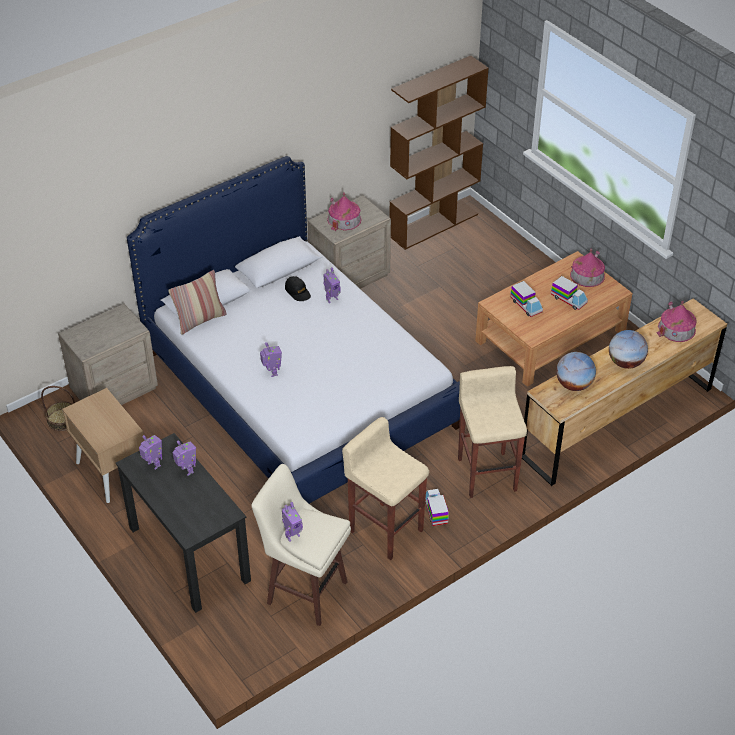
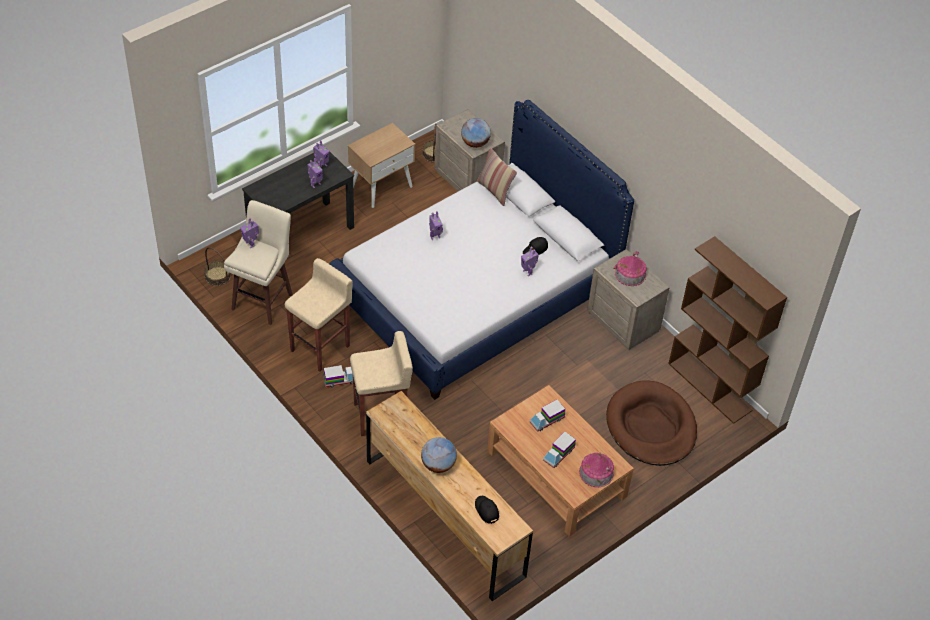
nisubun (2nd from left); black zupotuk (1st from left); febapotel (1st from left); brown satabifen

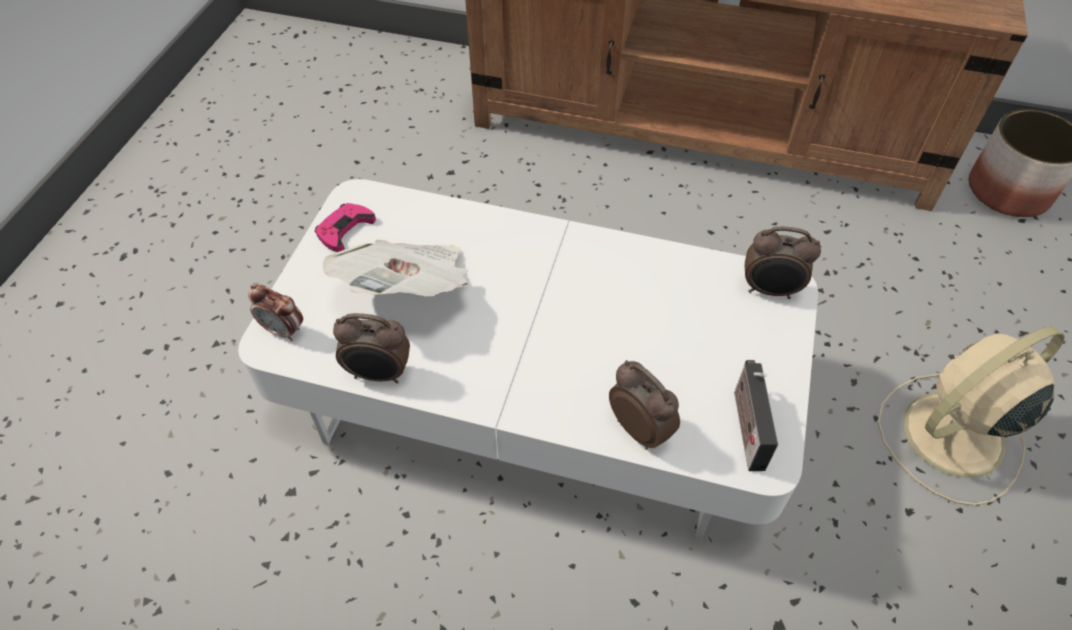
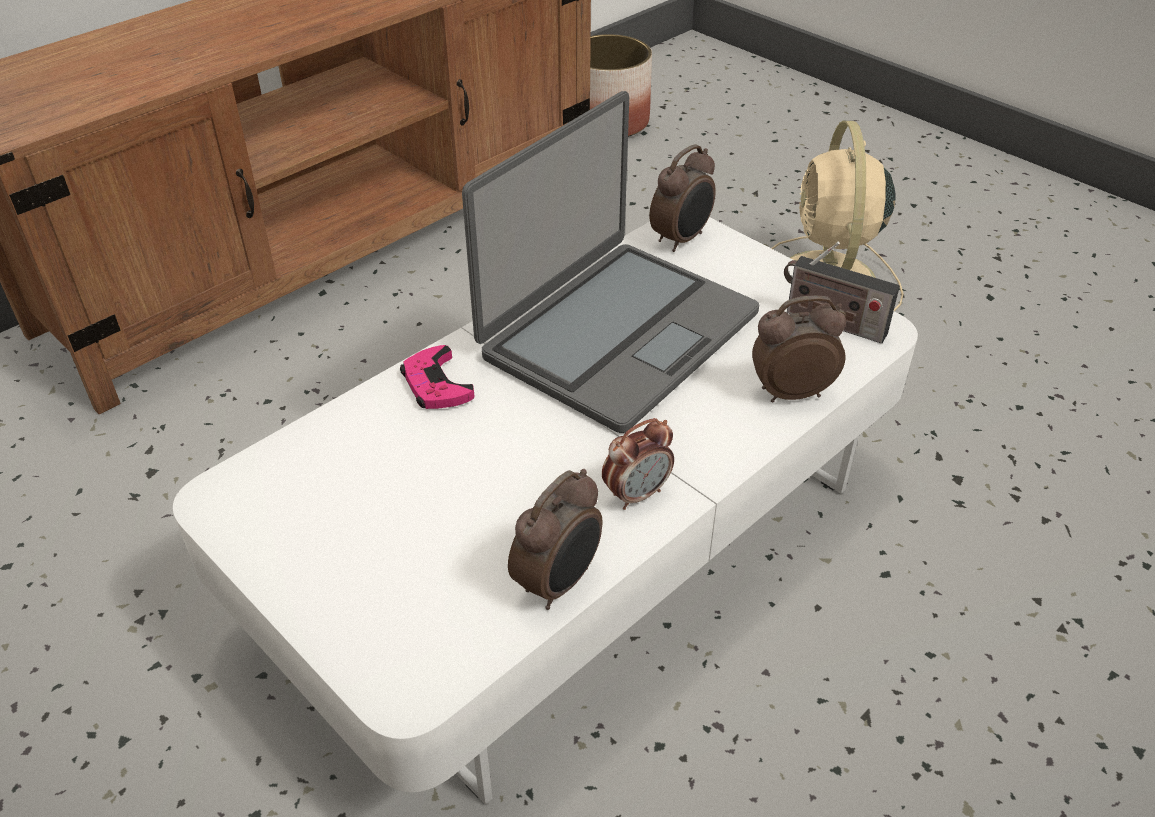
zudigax (2nd from left); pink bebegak; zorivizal; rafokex

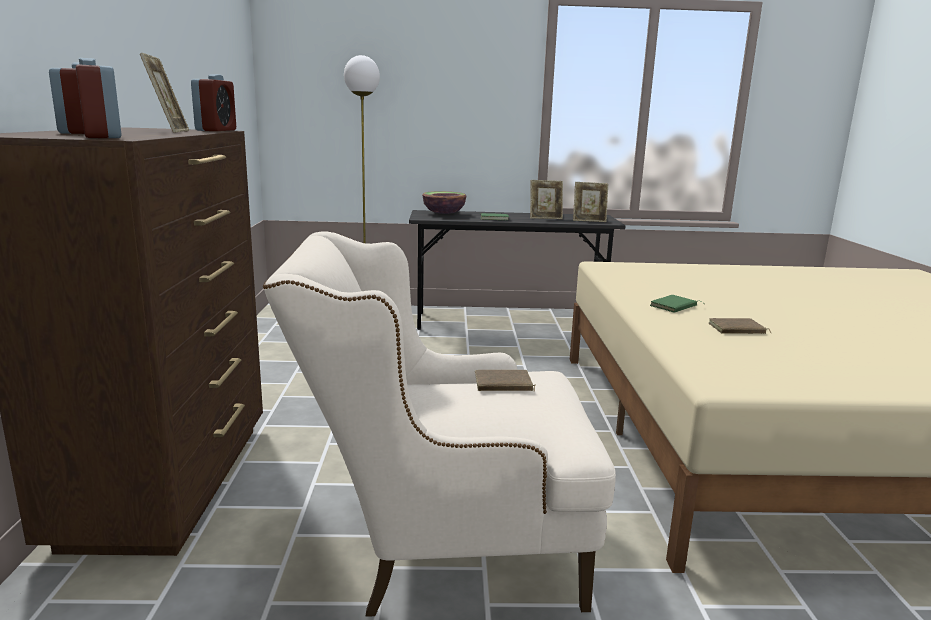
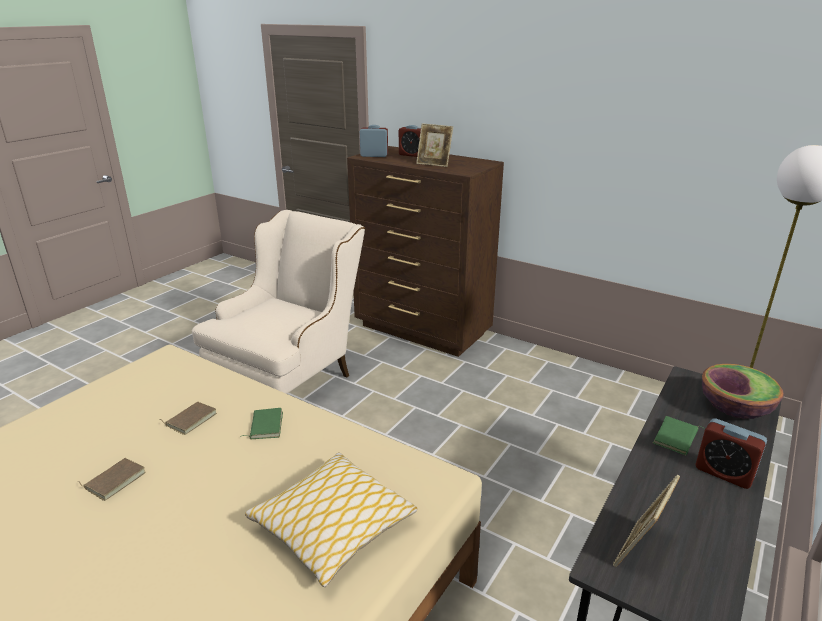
zudigax (3rd from left); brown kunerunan (1st from left); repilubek (2nd from left in the first image); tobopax

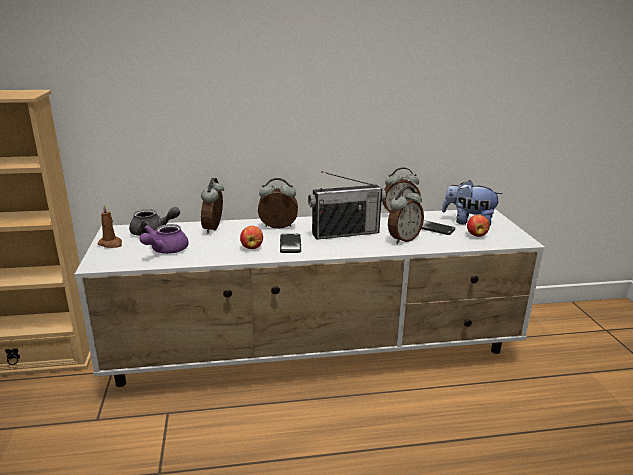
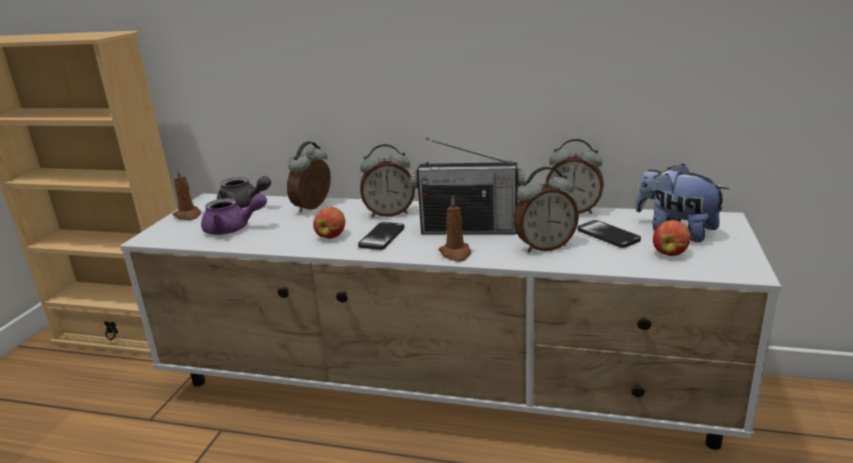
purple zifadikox; zudigax (2nd from left); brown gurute (2nd from left)

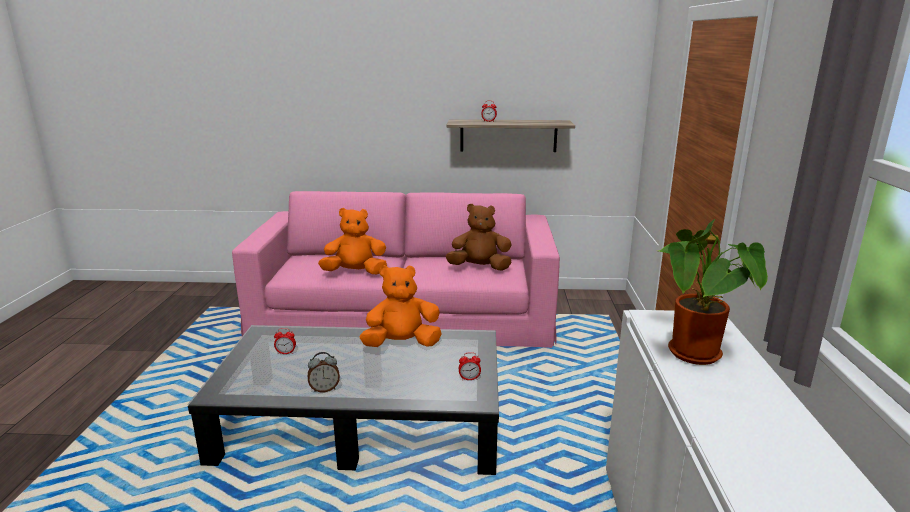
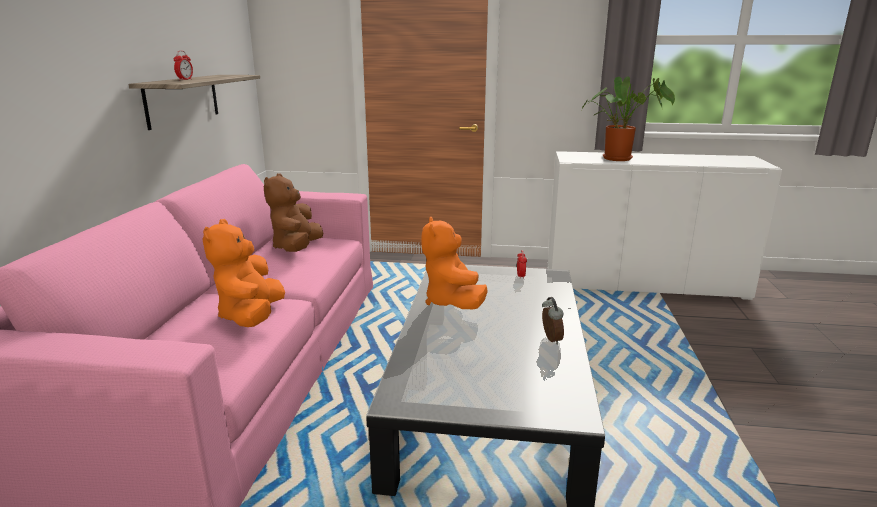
zudigax (1st from left in the first image)

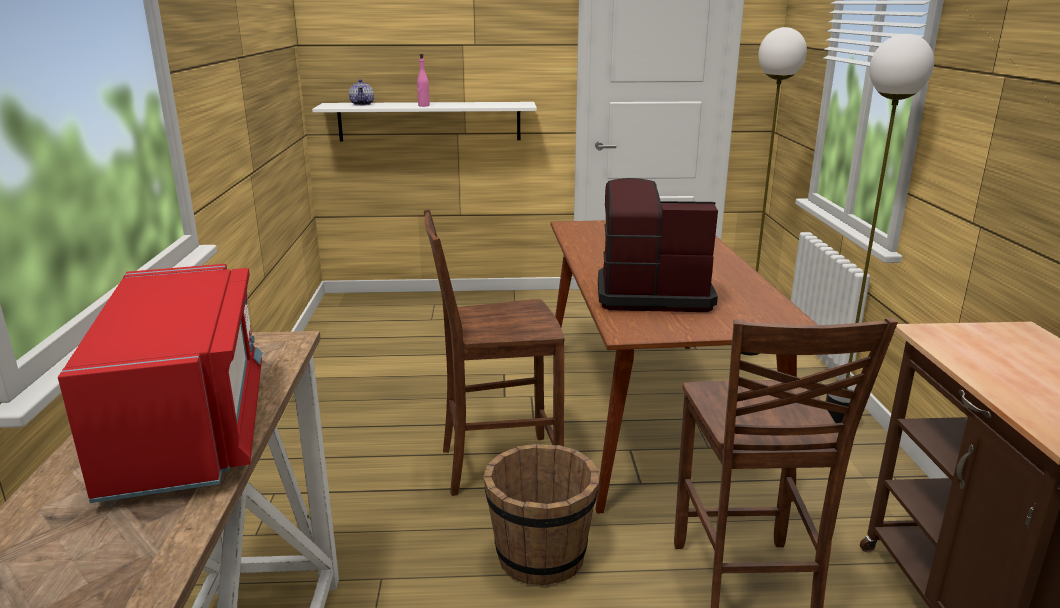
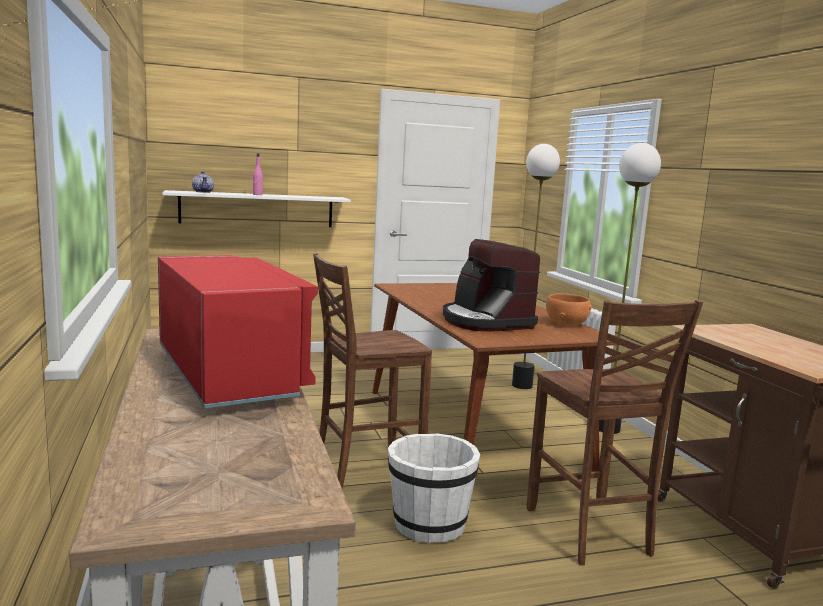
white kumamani; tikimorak; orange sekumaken

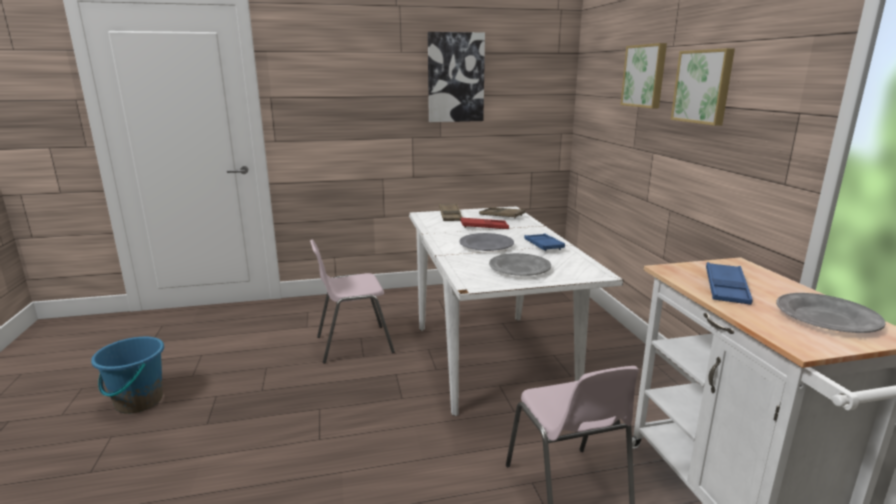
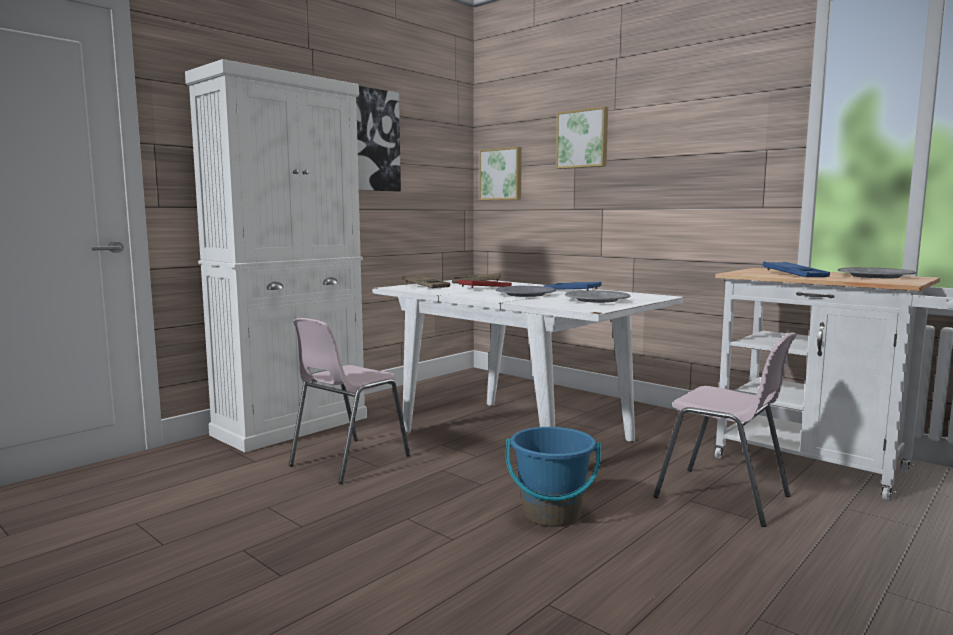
blue kumamani; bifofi (2nd from left); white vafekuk

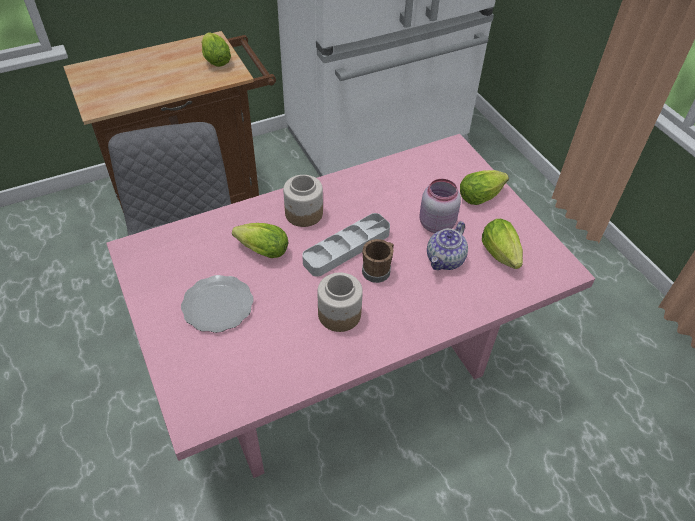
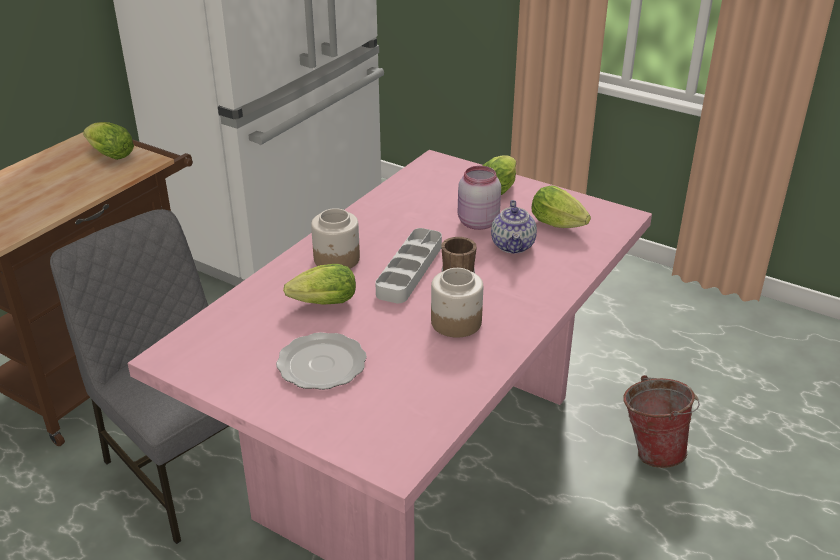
kumamani

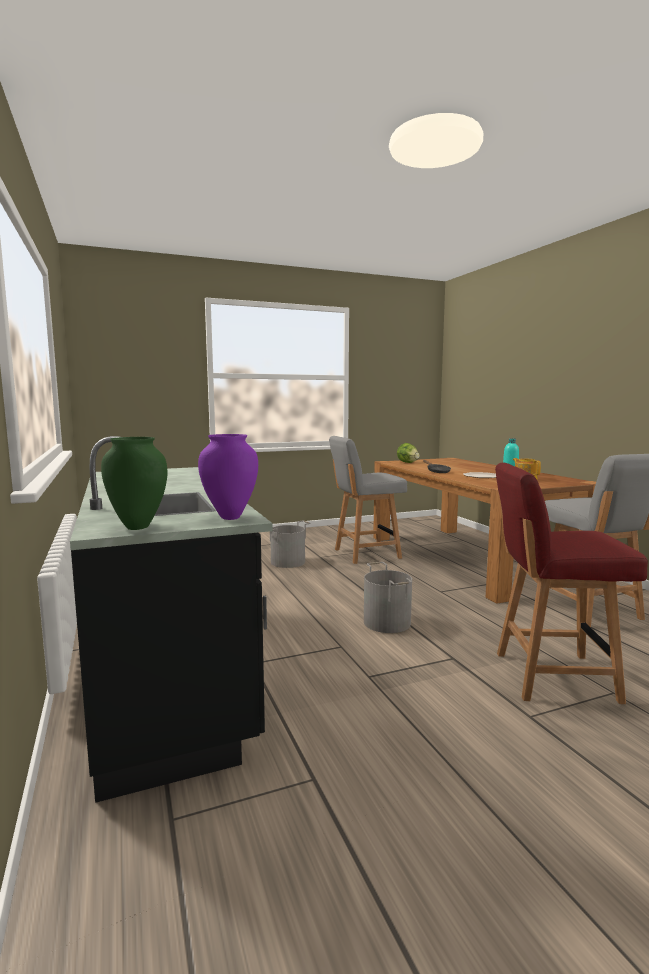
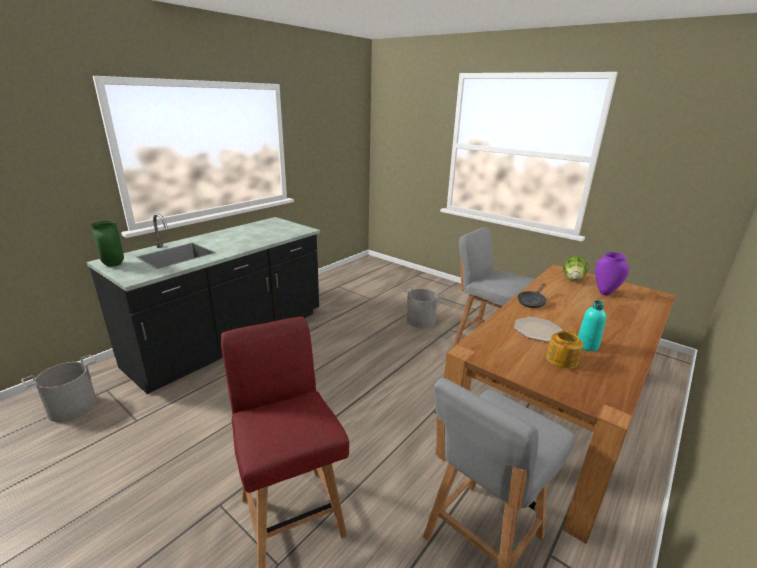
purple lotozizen; grey kumamani (1st from left)

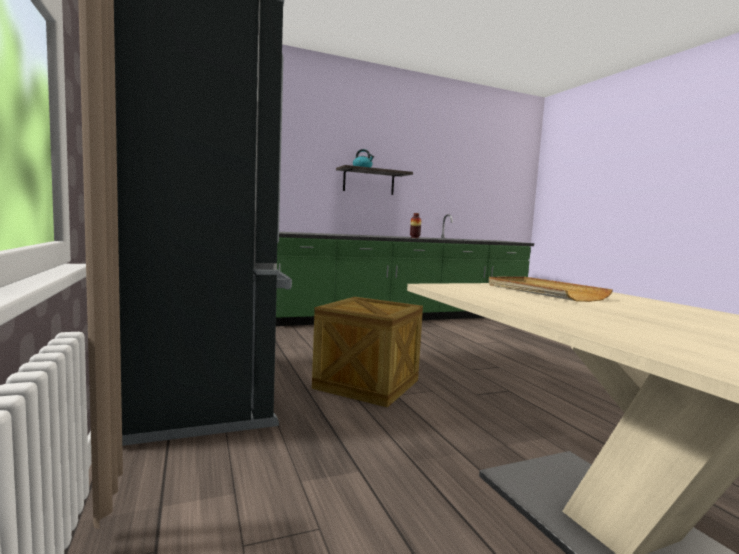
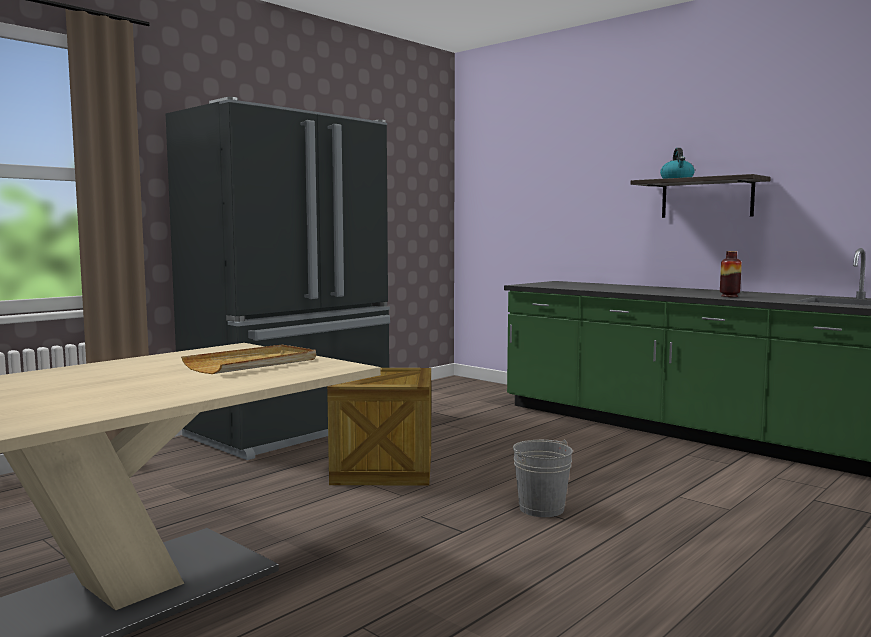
grey kumamani

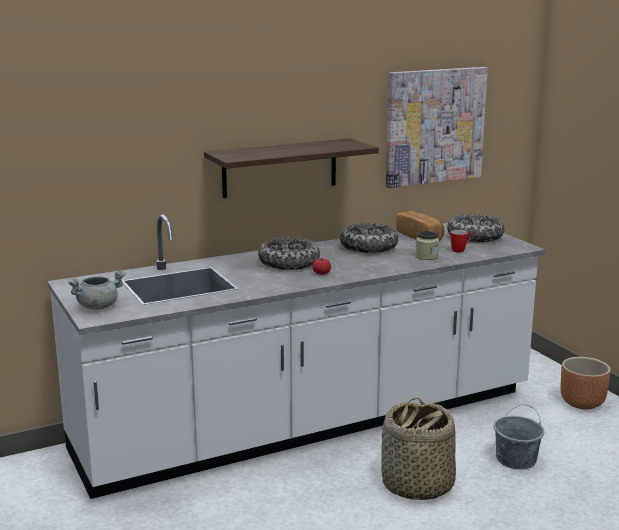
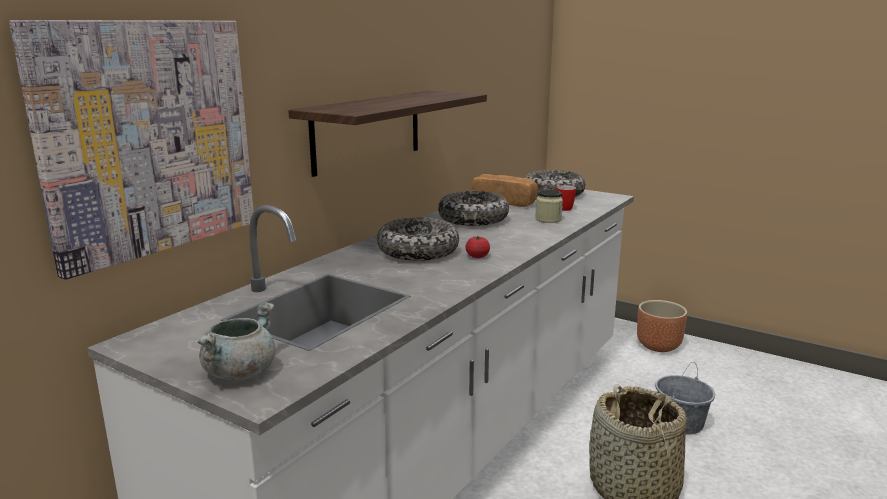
bifofi

